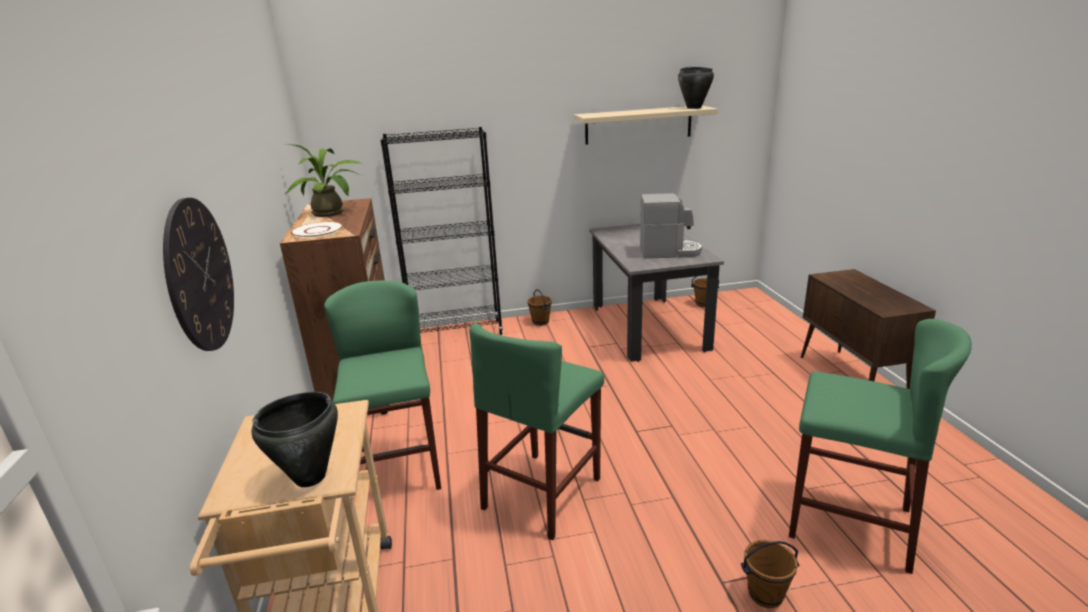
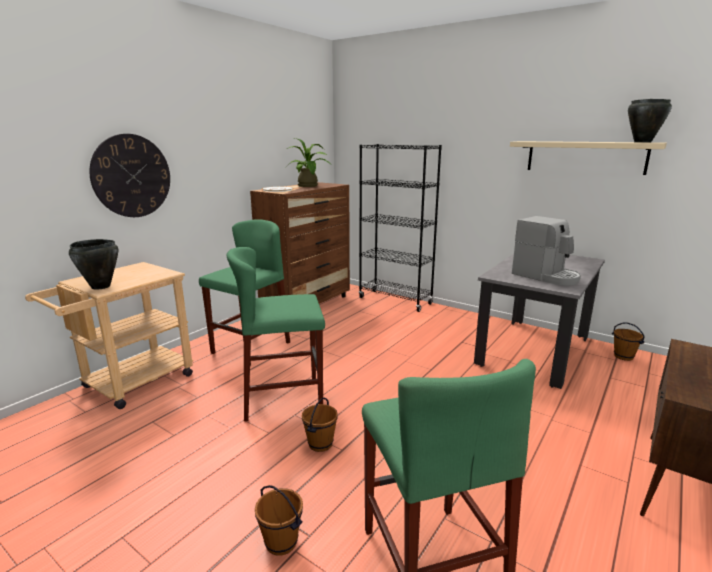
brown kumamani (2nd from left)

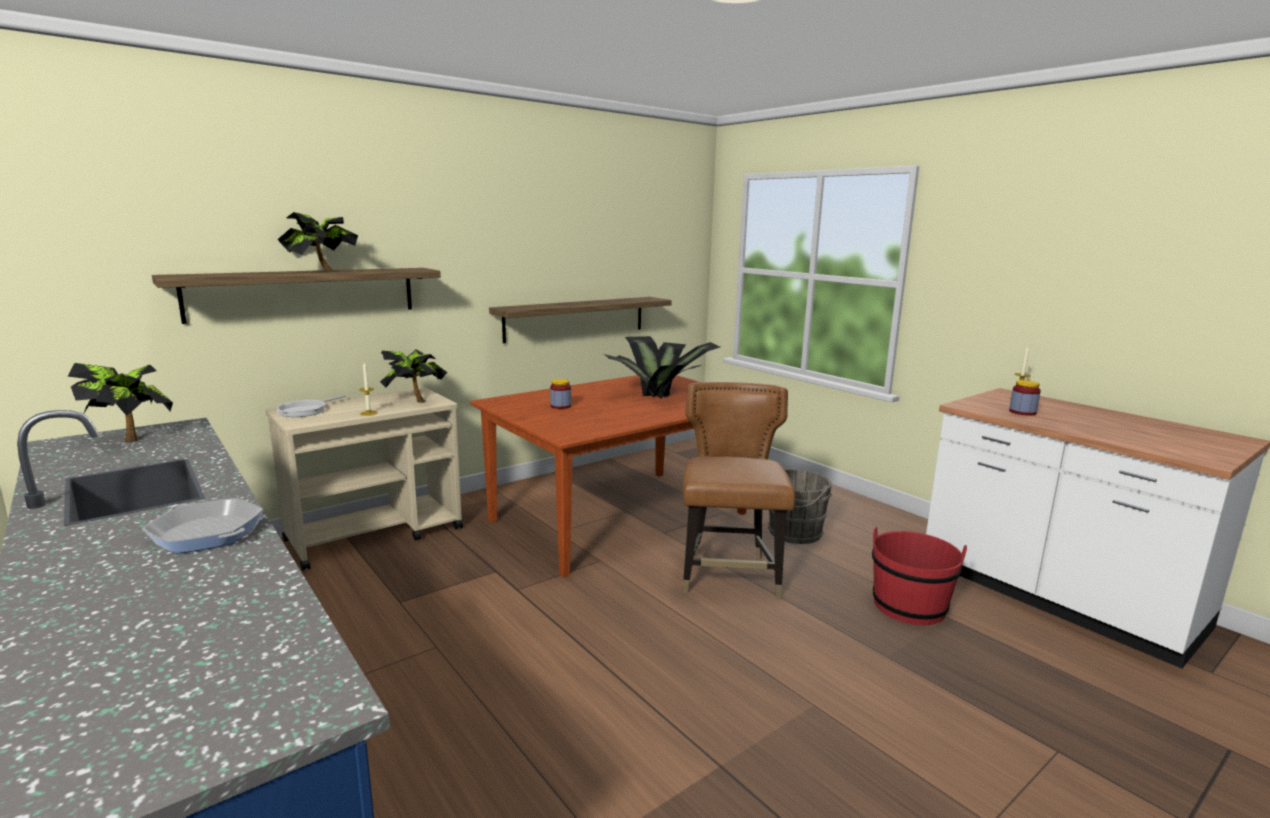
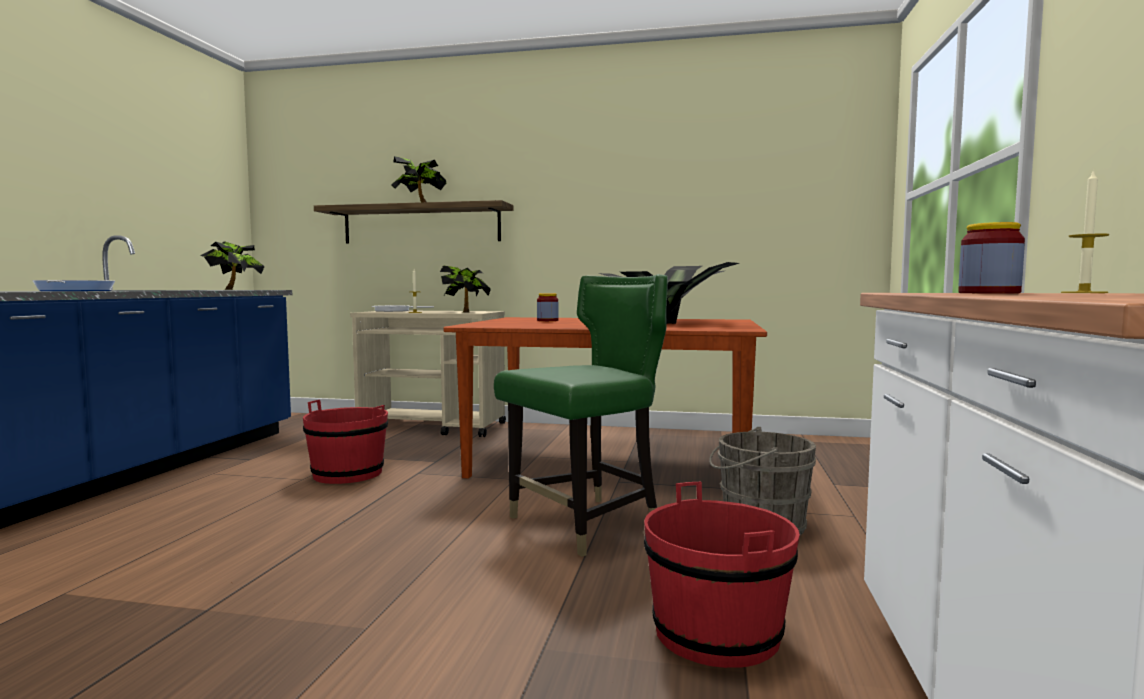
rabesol (2nd from left in the first image); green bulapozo; red kumamani (1st from left)

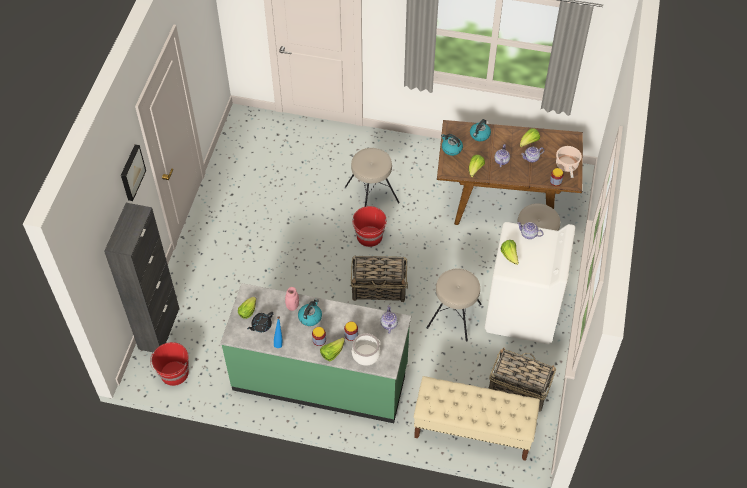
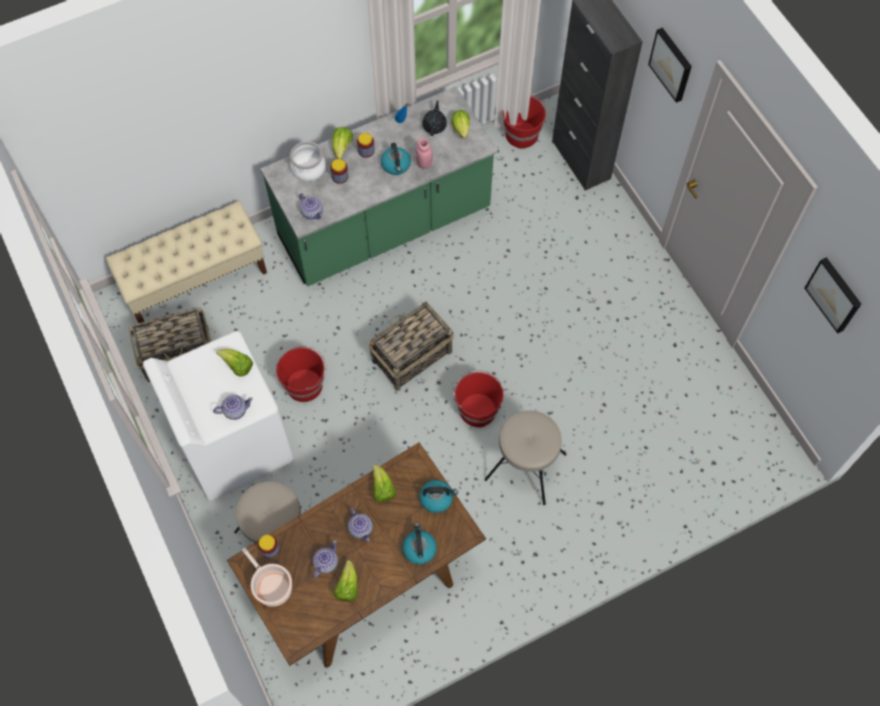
red kumamani (1st from left); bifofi (2nd from left)

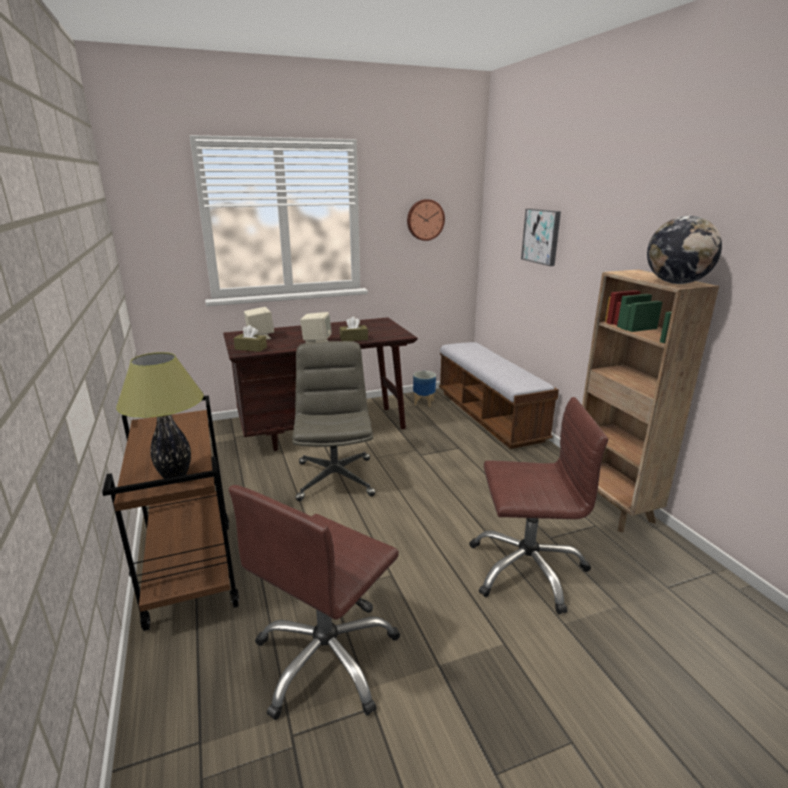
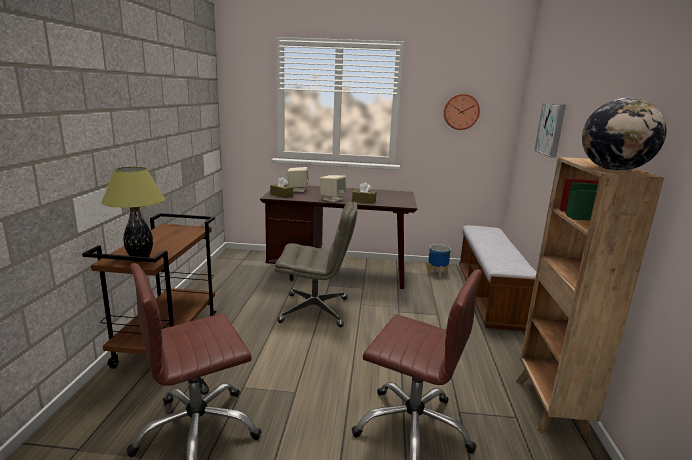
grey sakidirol

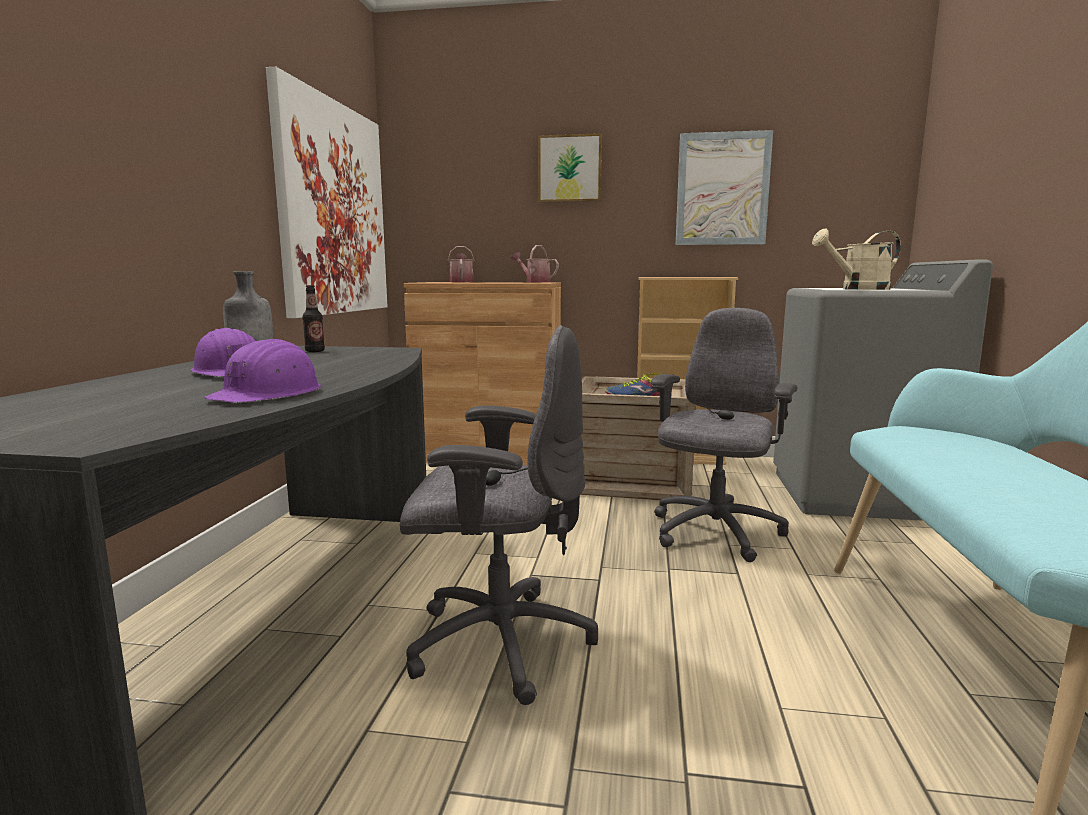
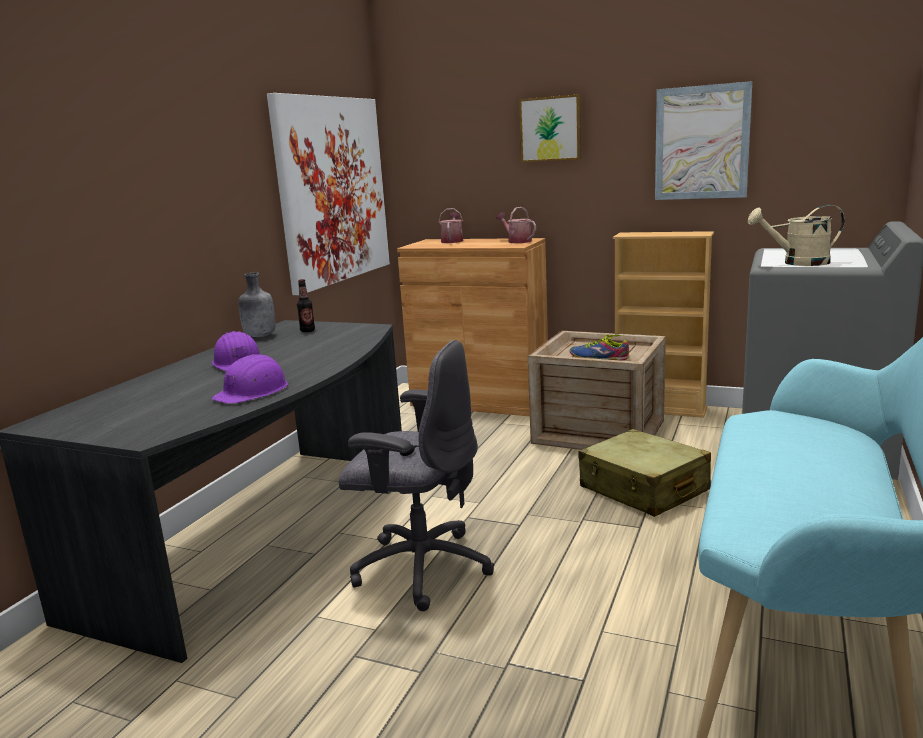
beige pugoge

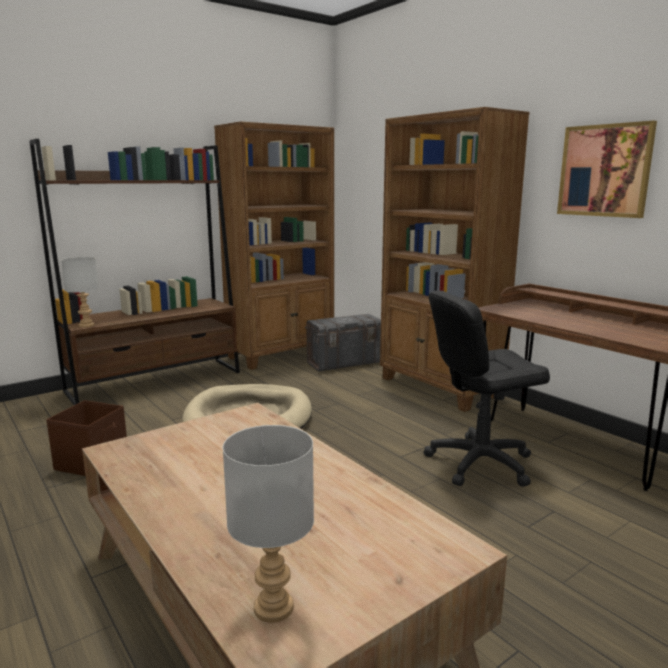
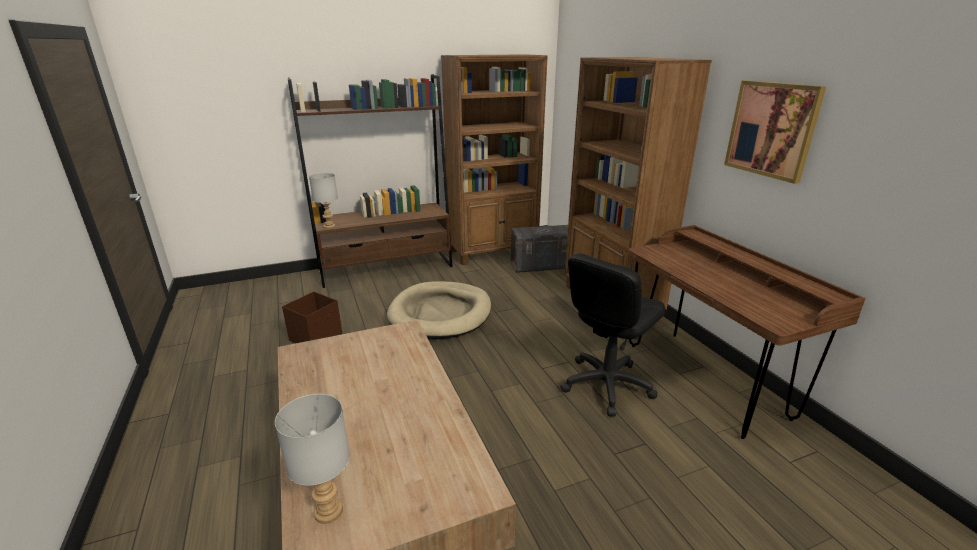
black sakidirol

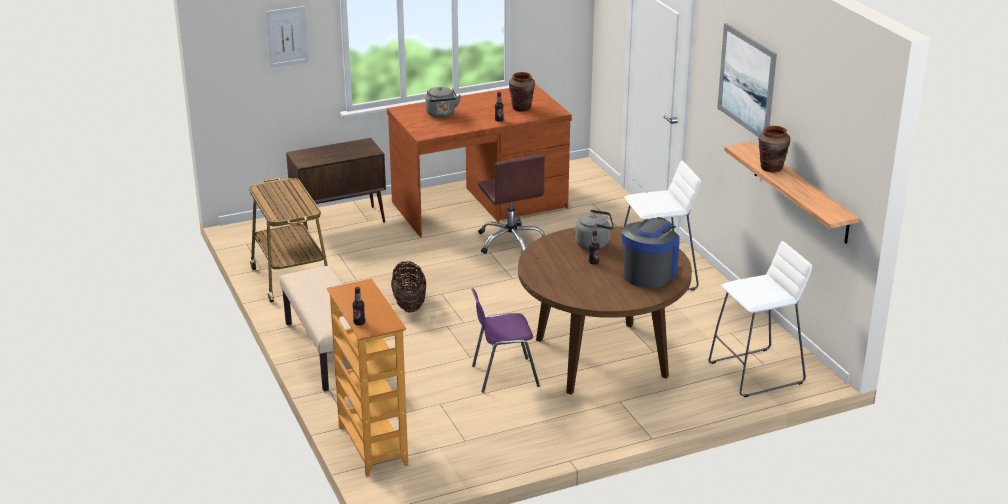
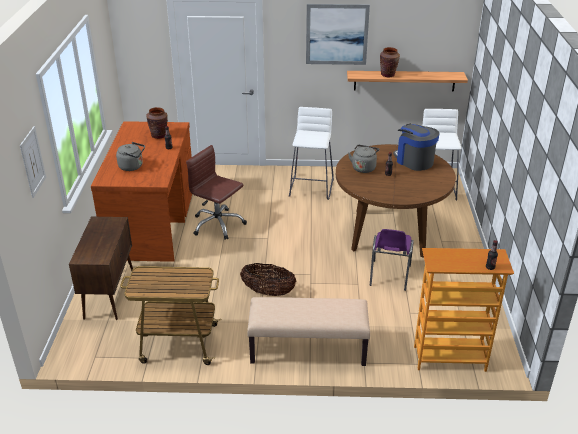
brown sakidirol

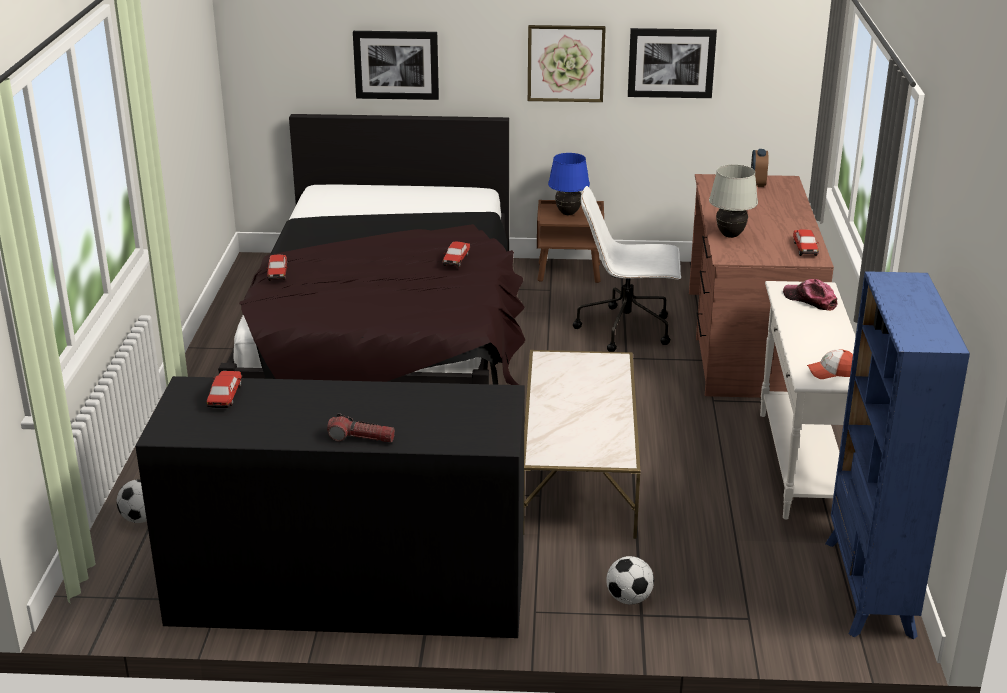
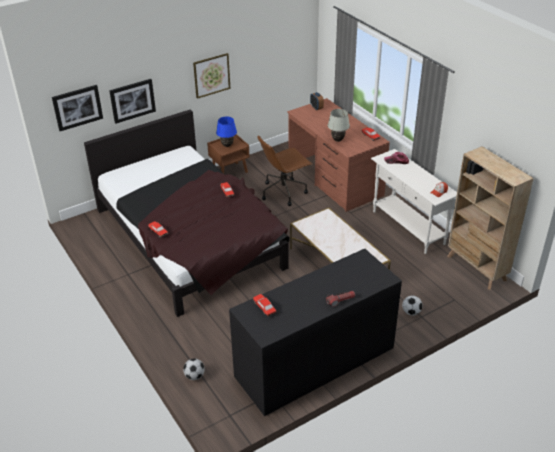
brown sakidirol; bifofi (1st from left); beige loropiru

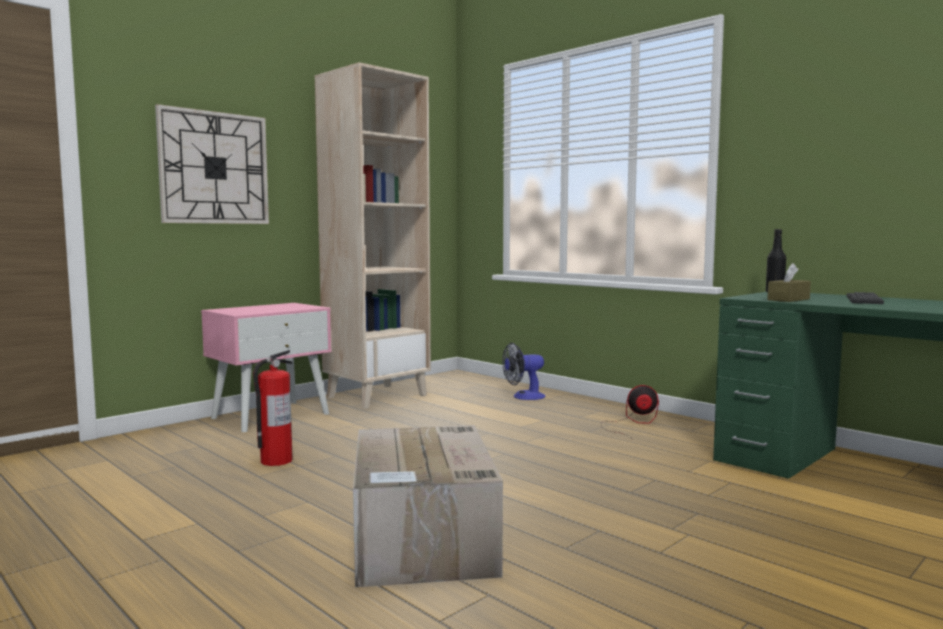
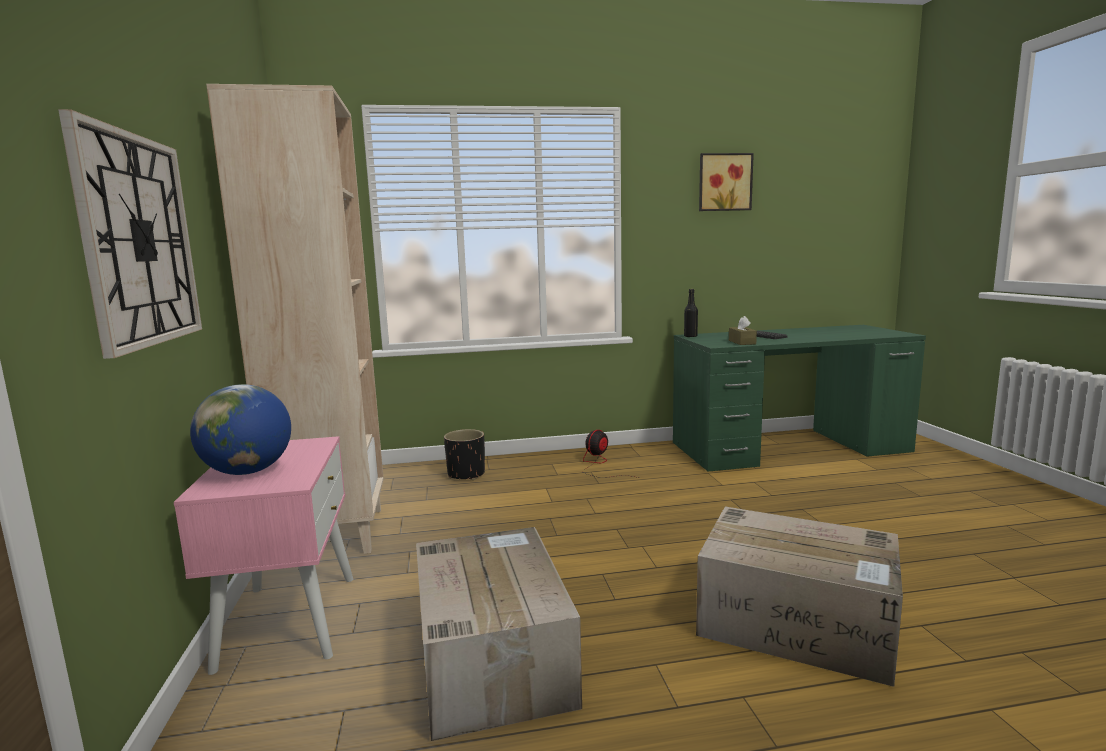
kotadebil (1st from left); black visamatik; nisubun; bifofi

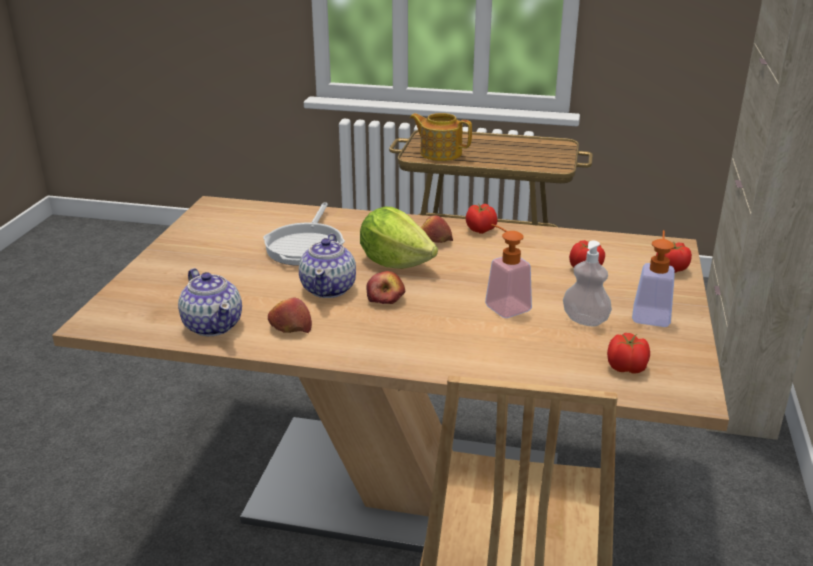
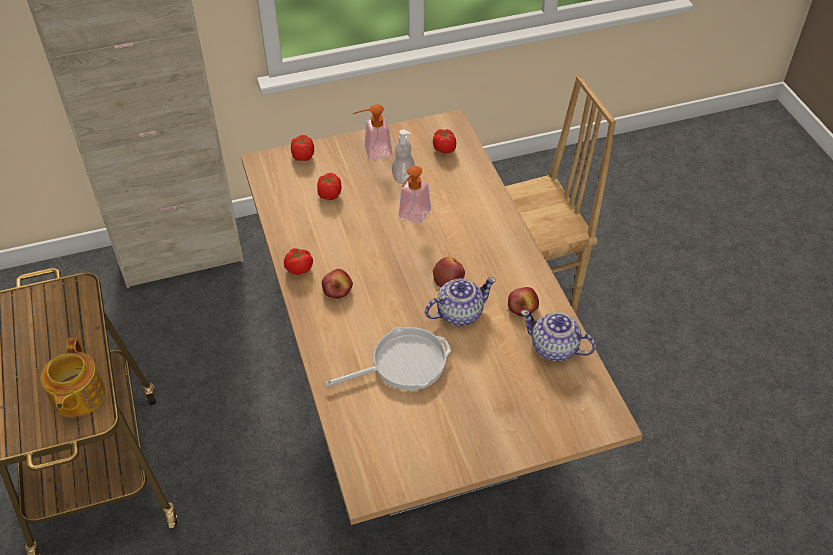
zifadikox (3rd from left); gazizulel

